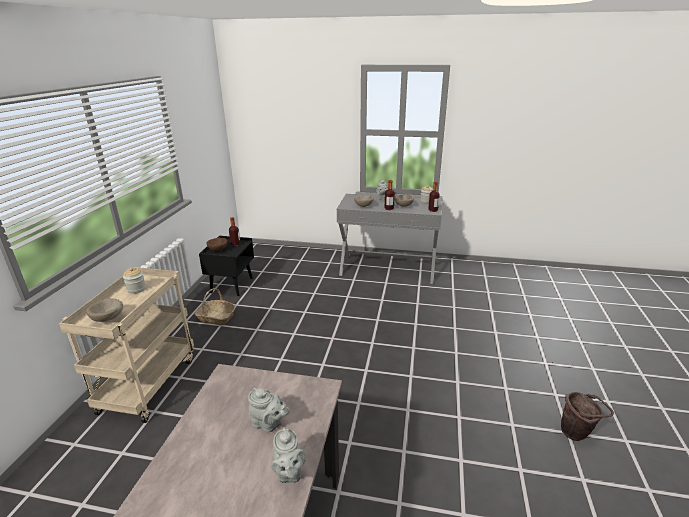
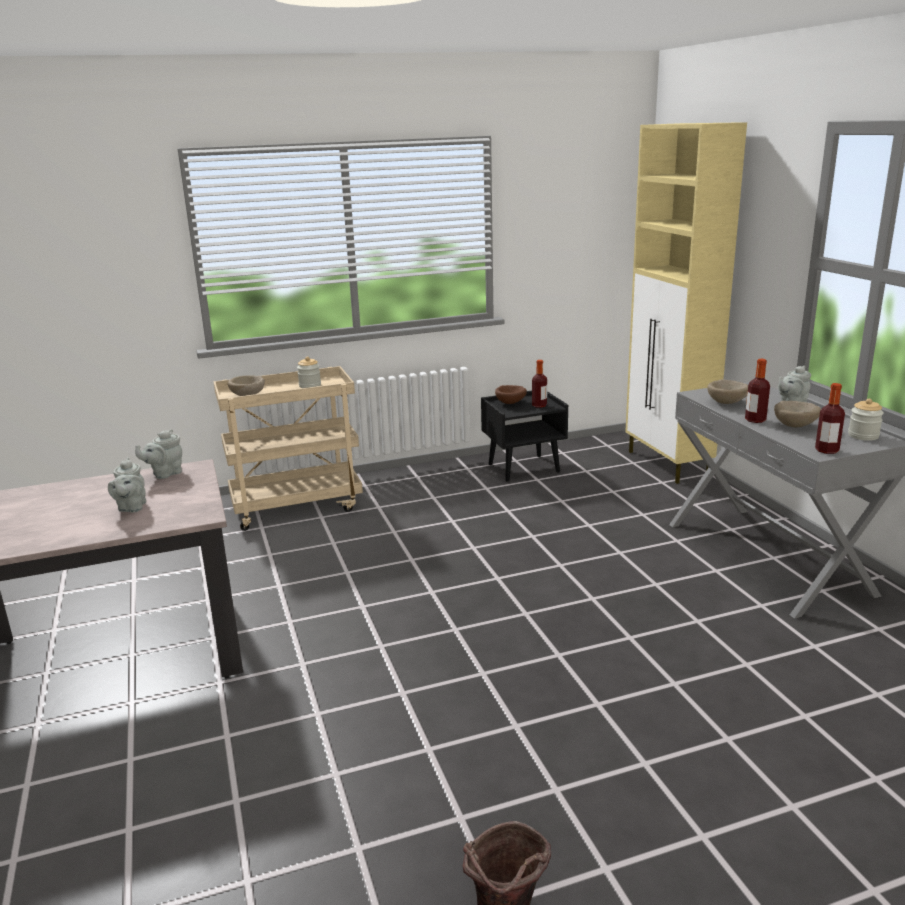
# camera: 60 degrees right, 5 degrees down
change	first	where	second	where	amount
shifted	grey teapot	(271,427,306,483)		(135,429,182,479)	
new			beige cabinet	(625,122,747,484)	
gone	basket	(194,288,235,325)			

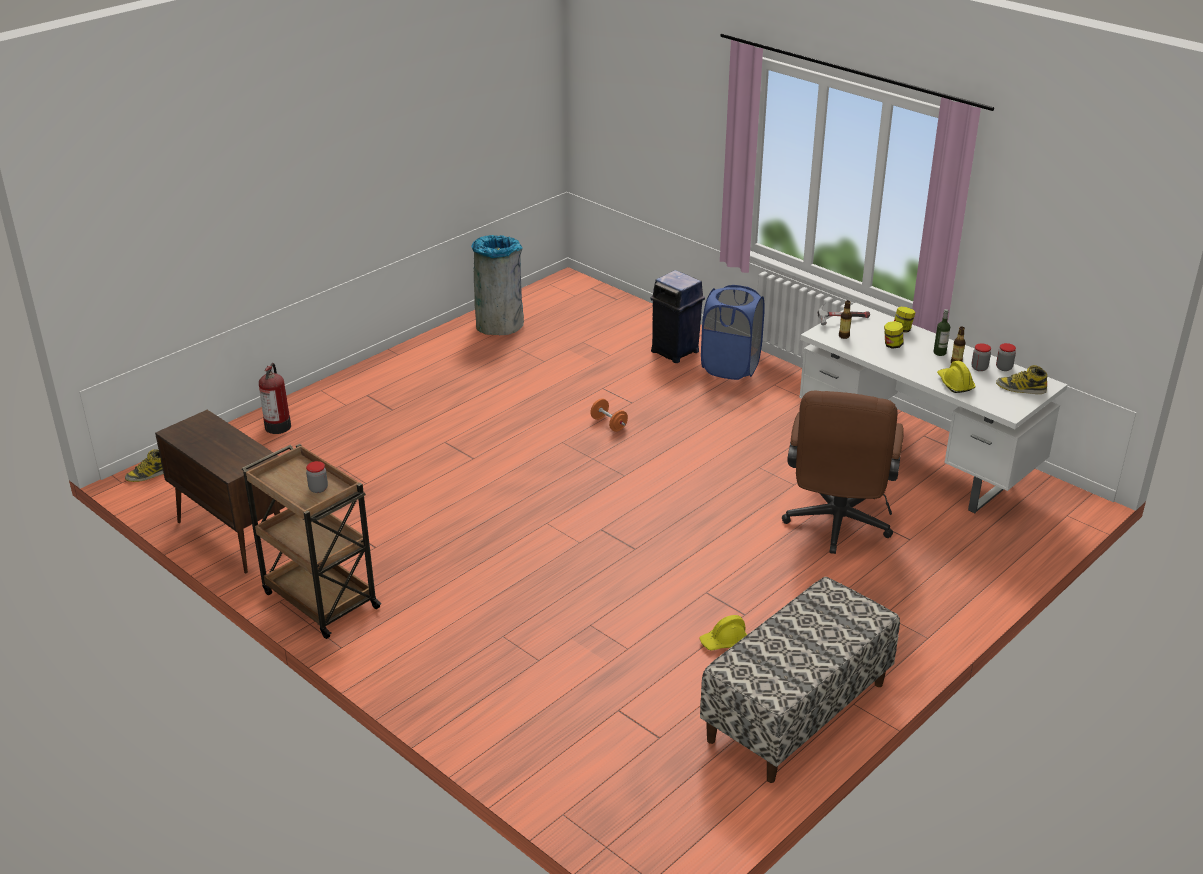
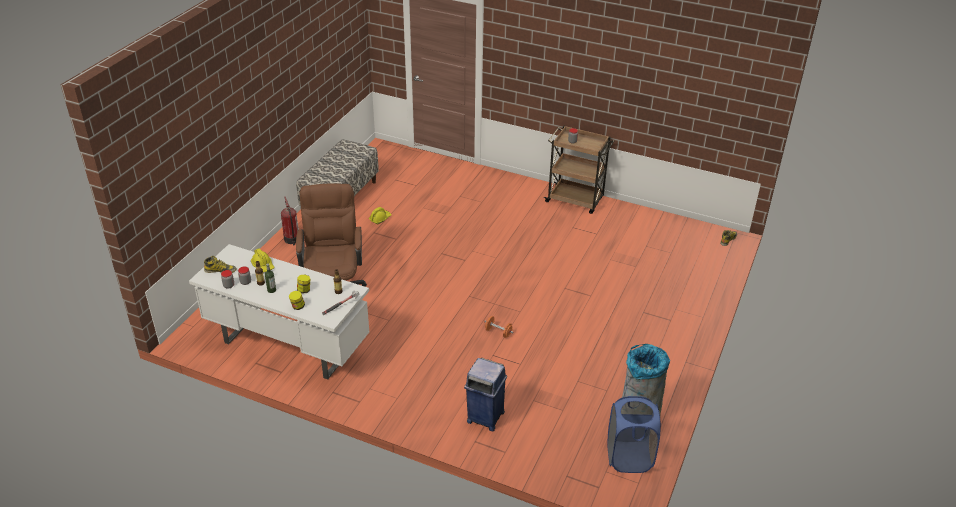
# camera: 160 degrees right, 5 degrees up
change	first	where	second	where	amount
shifted	fire extinguisher	(259,363,291,434)		(281,197,299,245)	
shifted	blue laundry basket	(701,285,765,380)		(607,396,661,473)	
gone	brown cabinet	(155,410,285,573)			

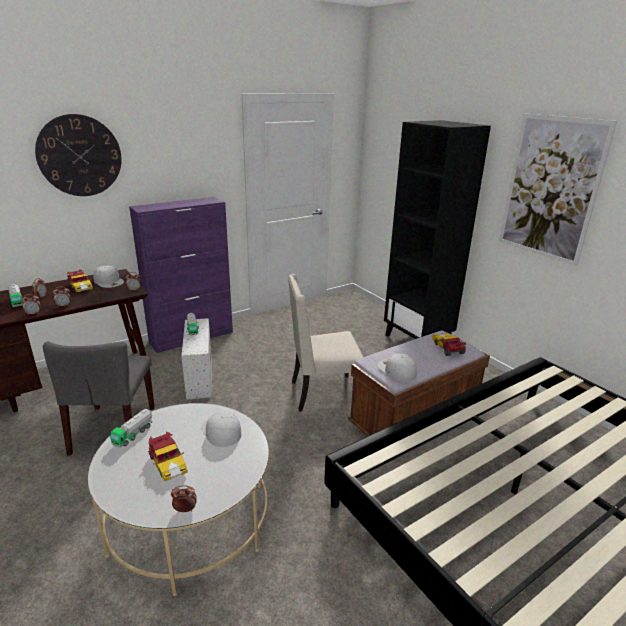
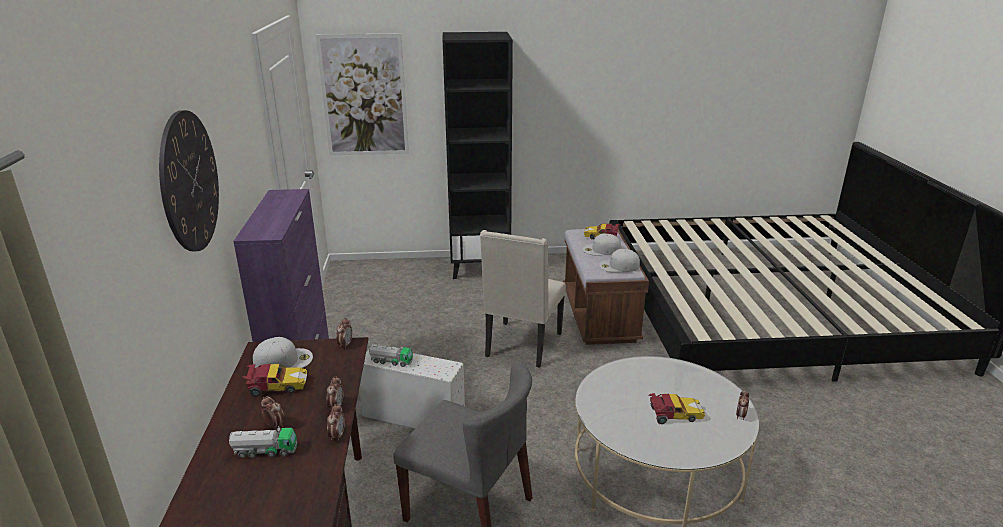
# camera: 60 degrees left, 0 degrees up
change	first	where	second	where	amount
shifted	picture	(499,114,617,266)		(316,34,409,155)	
shifted	white cap	(201,412,241,447)		(583,234,621,255)	
gone	toy truck	(110,409,152,448)			

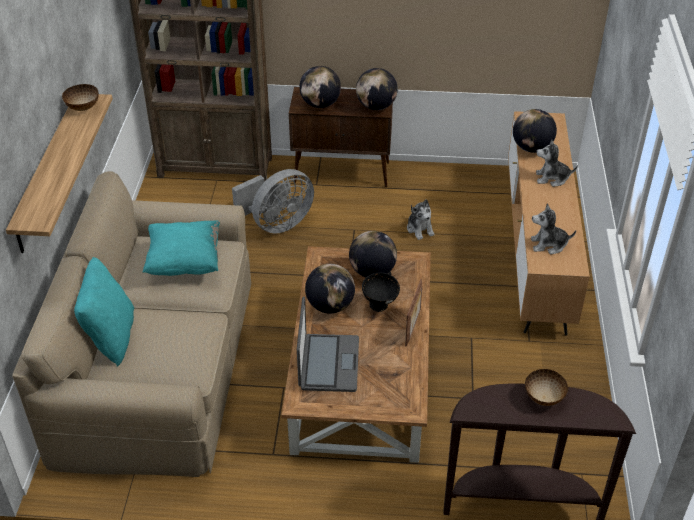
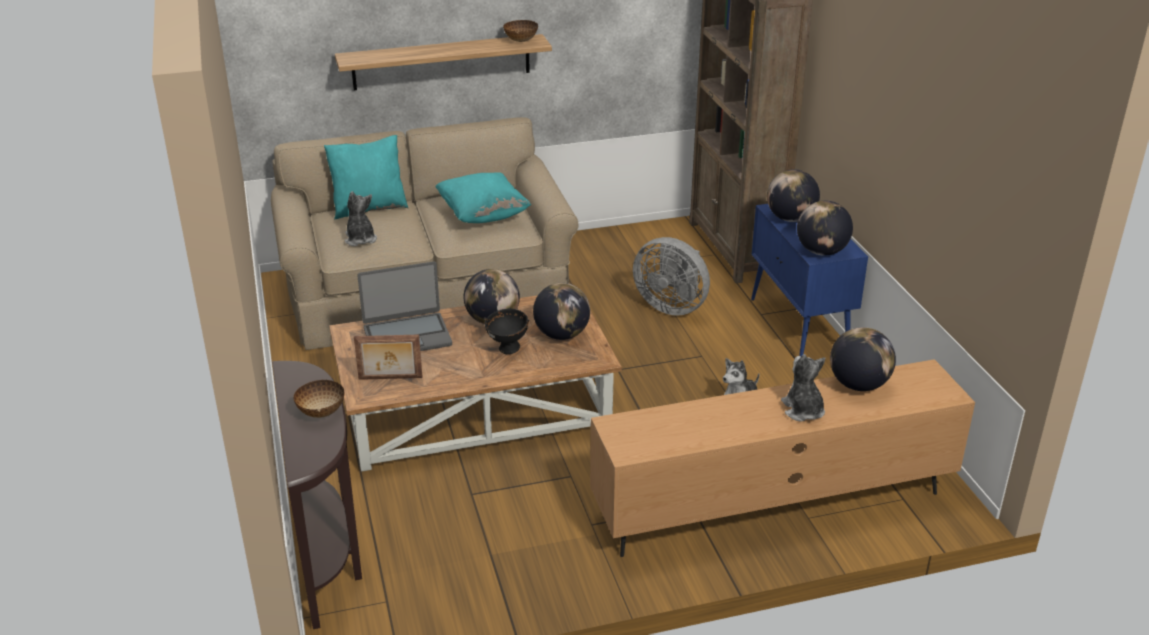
# camera: 70 degrees right, 10 degrees down
change	first	where	second	where	amount
shifted	plush toy	(531,204,576,254)		(345,191,377,246)	
shifted	picture frame	(405,279,422,346)		(354,335,423,380)	
repainted	brown cabinet	(289,87,393,187)	blue cabinet	(751,204,868,356)	

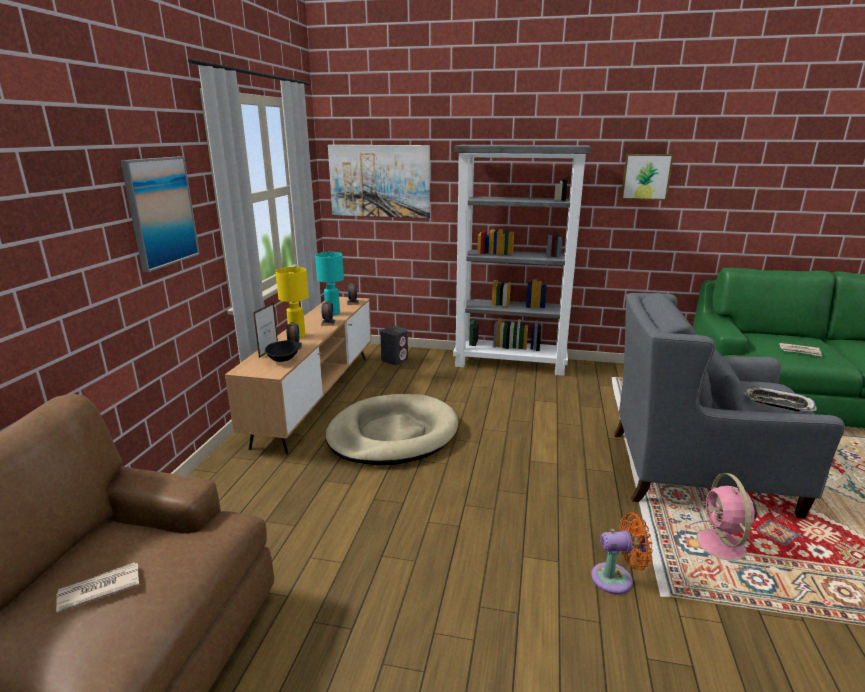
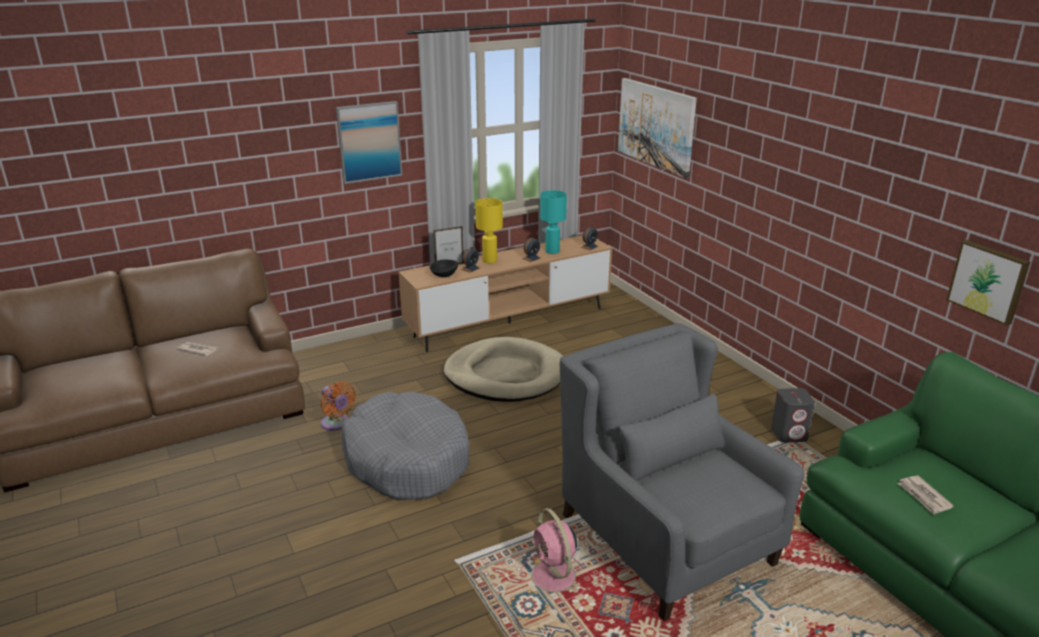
# camera: 50 degrees right, 5 degrees up
change	first	where	second	where	amount
shifted	orange fan	(591,512,653,595)		(321,381,356,431)	
new			grey dog bed	(342,392,469,501)	
rotated	pink fan	(685,473,758,570)		(521,508,586,602)	75 degrees counterclockwise
shifted	grey speaker	(380,326,408,365)		(771,388,815,443)	
shifted	picture	(621,154,674,200)		(946,240,1030,326)	
gone	grey bookcase	(453,145,591,376)			
gone	tray	(744,386,817,412)			

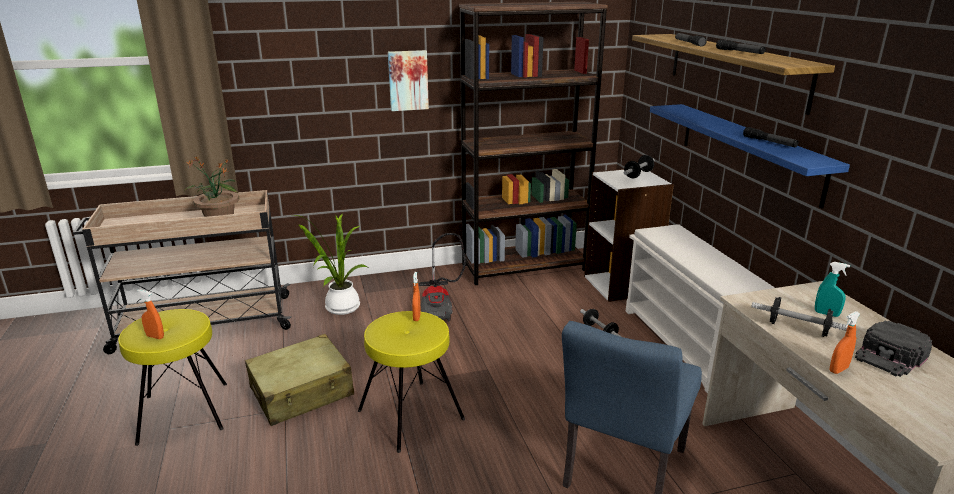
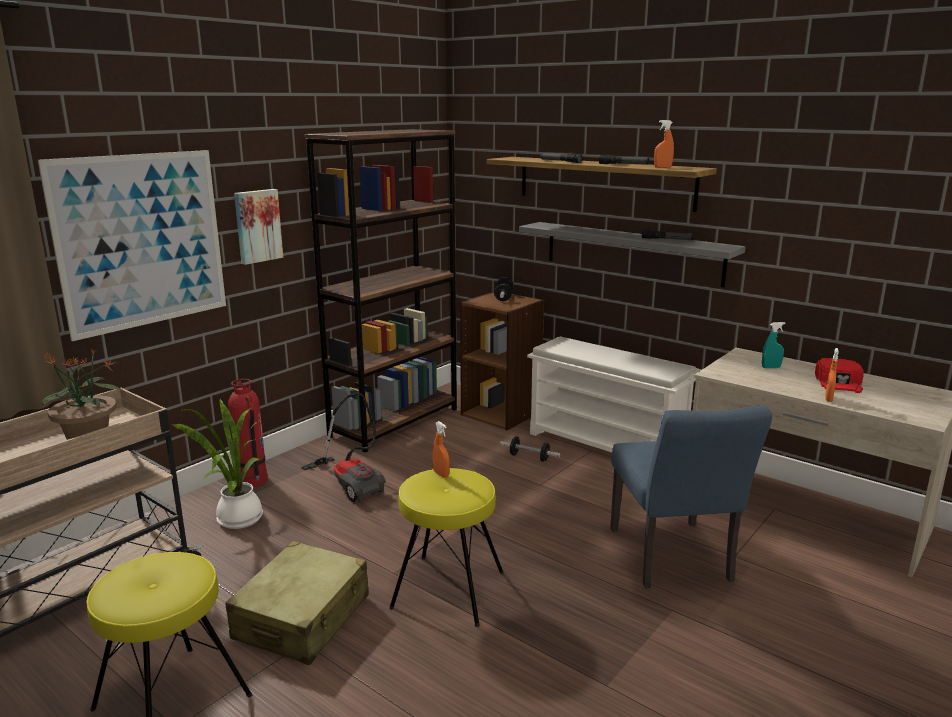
# camera: 35 degrees left, 5 degrees down
change	first	where	second	where	amount
new			picture	(38,150,226,341)	
new			fire extinguisher	(228,379,268,488)	
repainted	white bookcase	(584,169,674,302)	brown bookcase	(460,292,544,430)	
repainted	blue shelf	(650,104,850,209)	grey shelf	(519,222,746,287)	
shifted	orange spray bottle	(137,289,164,339)		(654,120,674,168)	
repainted	black cap	(855,321,932,377)	red cap	(815,358,864,393)	
gone	dumbbell	(751,297,847,337)			

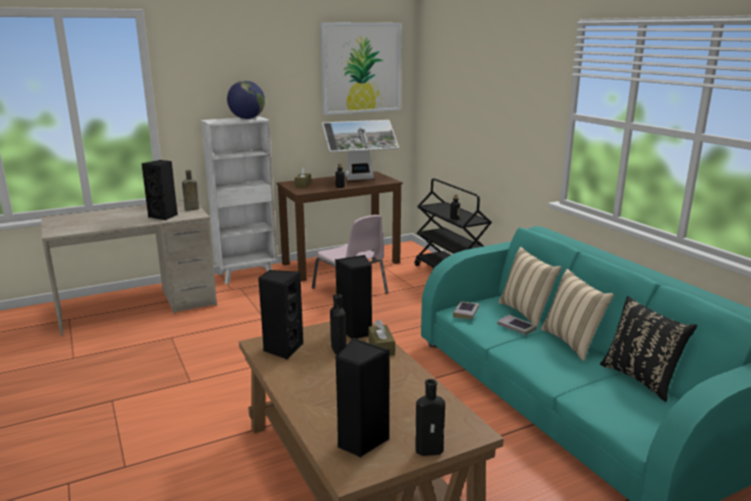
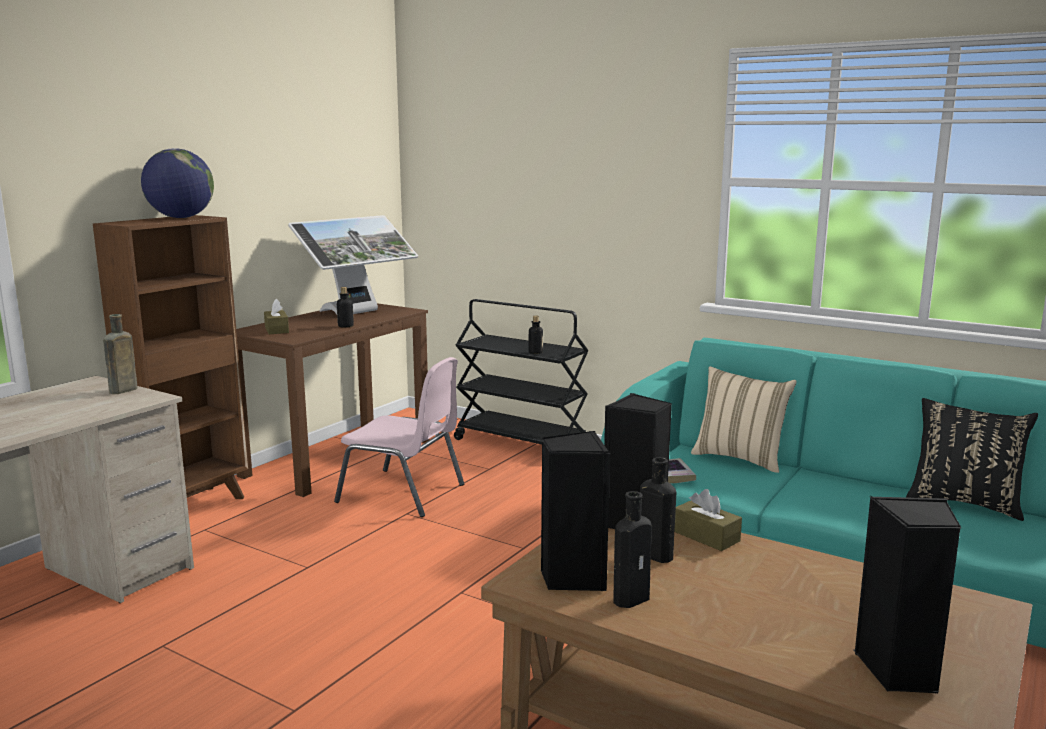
# camera: 30 degrees left, 5 degrees down
change	first	where	second	where	amount
repainted	white bookcase	(201,116,277,284)	brown bookcase	(93,215,248,499)	
shifted	black bottle	(415,379,445,456)		(614,491,651,608)	
gone	black speaker	(142,160,178,220)			
gone	picture	(321,22,402,115)			
gone	book	(497,314,537,335)			
gone	beige pillow	(541,269,614,361)			

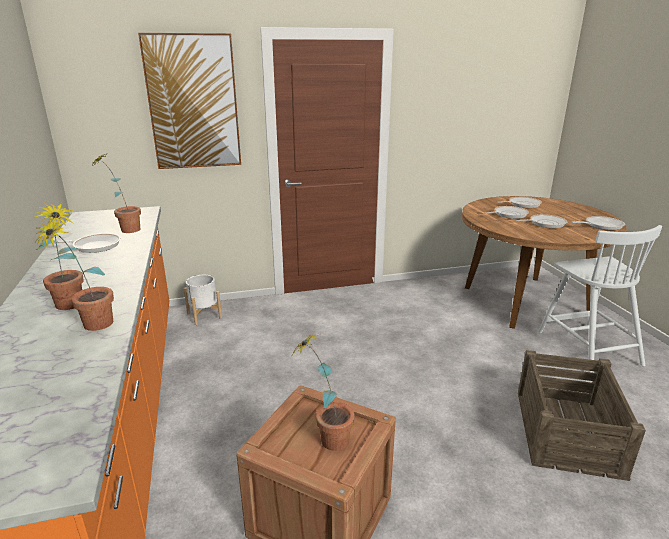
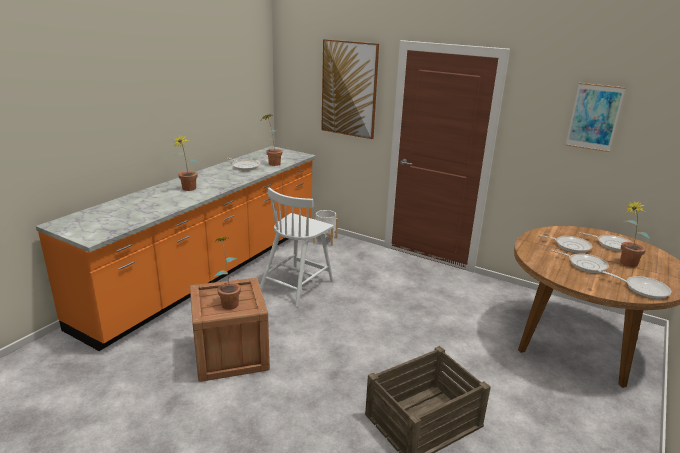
# camera: 45 degrees right, 0 degrees up
change	first	where	second	where	amount
shifted	white chair	(538,225,662,373)		(260,187,334,307)	
new			picture	(565,83,626,152)	
shifted	potted plant	(35,215,114,331)		(620,200,650,267)	

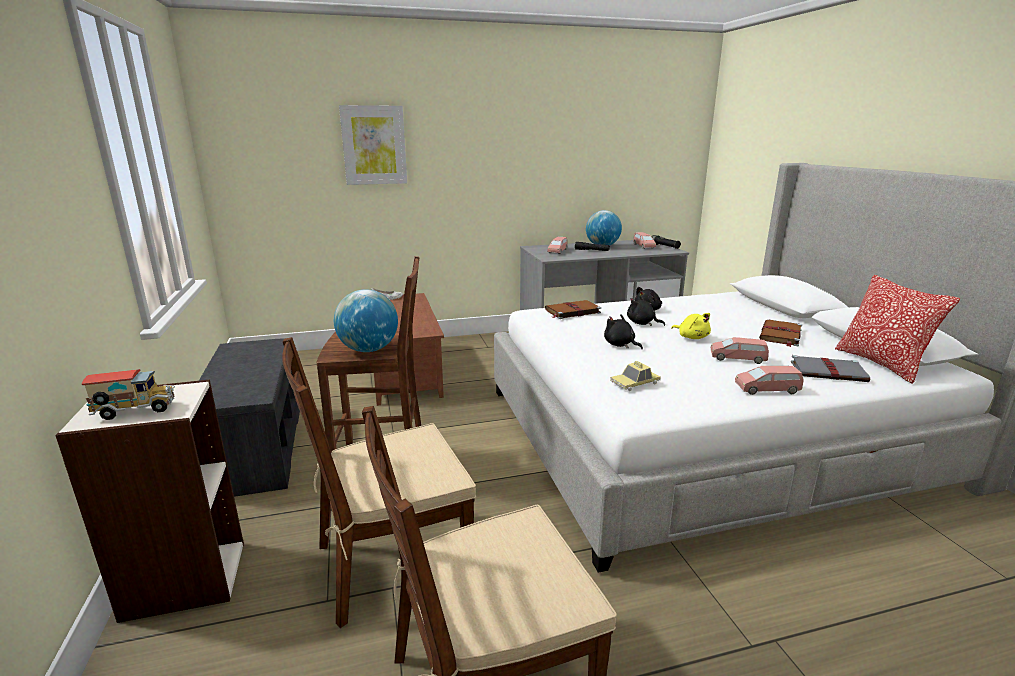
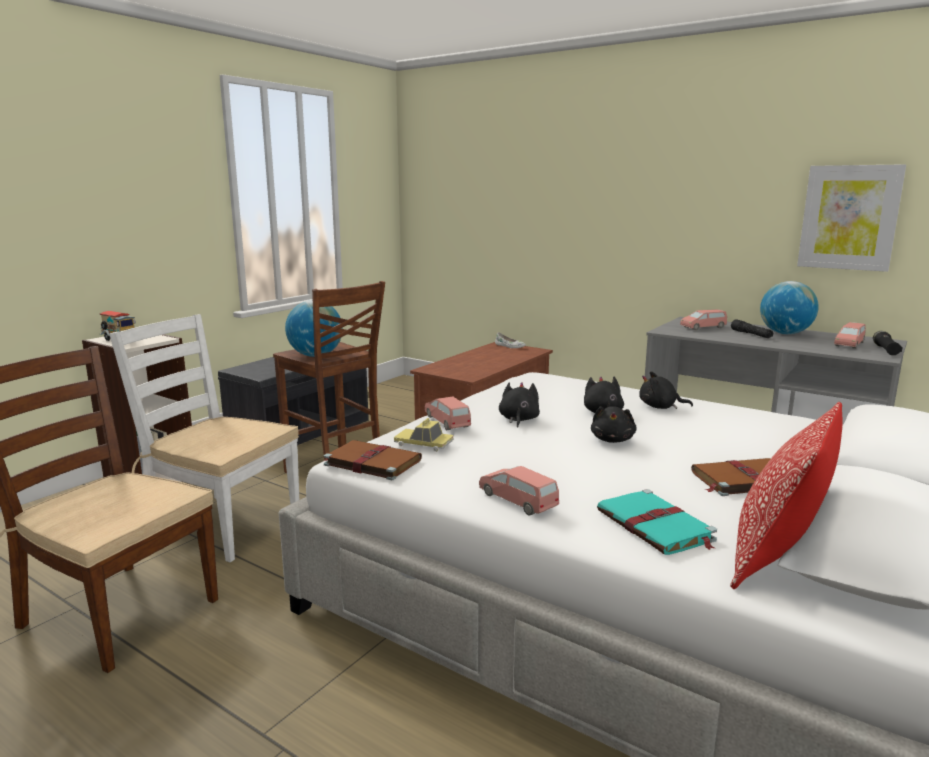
# camera: 50 degrees right, 5 degrees down
change	first	where	second	where	amount
repainted	brown chair	(282,337,476,628)	white chair	(109,314,299,562)	
shifted	brown book	(545,300,601,319)		(324,440,422,481)	
shifted	pink toy car	(711,337,769,364)		(425,397,471,430)	
repainted	yellow plush toy	(671,313,711,339)	black plush toy	(591,406,636,443)	
repainted	grey book	(791,355,870,382)	turquoise book	(597,489,717,555)	
shifted	picture	(339,105,407,185)		(797,164,906,272)	

